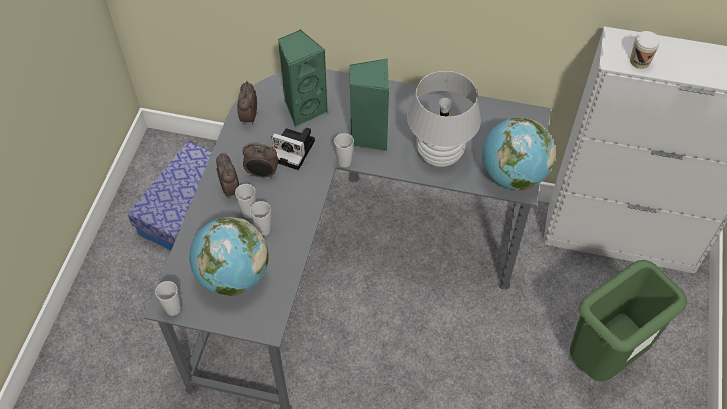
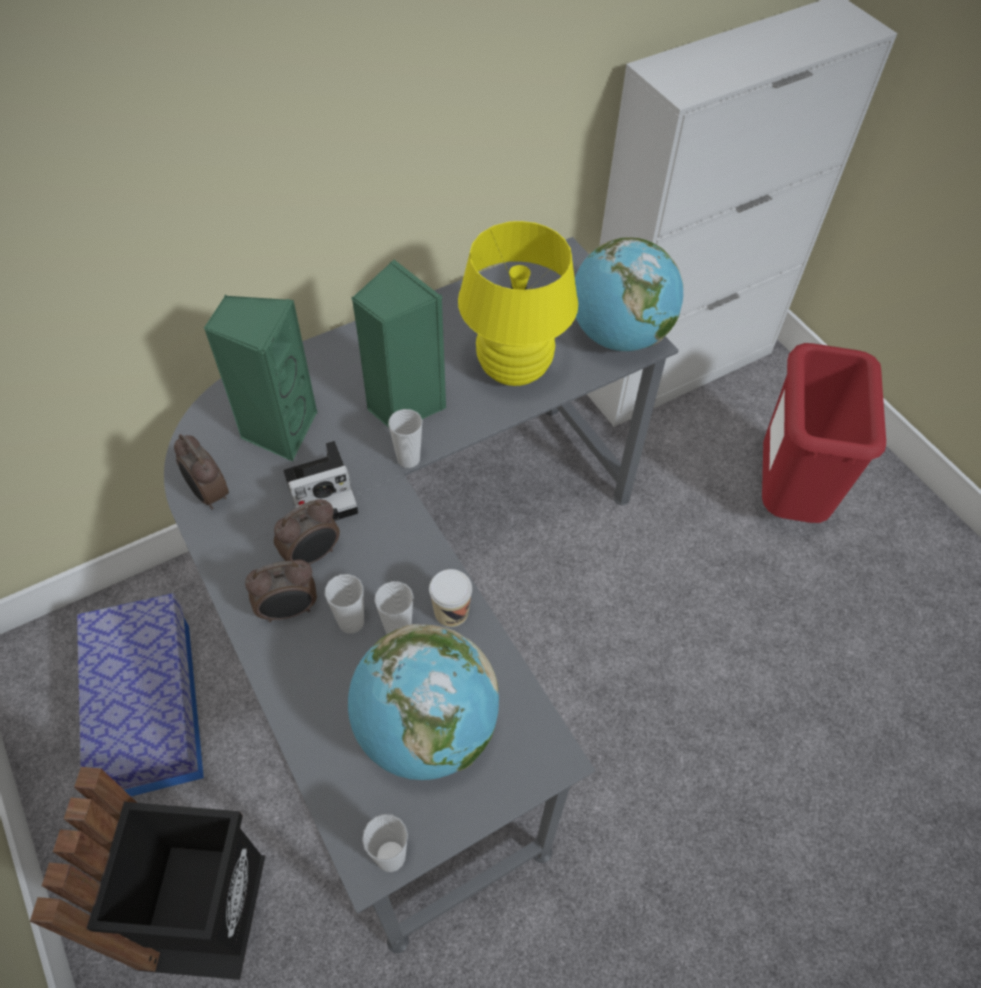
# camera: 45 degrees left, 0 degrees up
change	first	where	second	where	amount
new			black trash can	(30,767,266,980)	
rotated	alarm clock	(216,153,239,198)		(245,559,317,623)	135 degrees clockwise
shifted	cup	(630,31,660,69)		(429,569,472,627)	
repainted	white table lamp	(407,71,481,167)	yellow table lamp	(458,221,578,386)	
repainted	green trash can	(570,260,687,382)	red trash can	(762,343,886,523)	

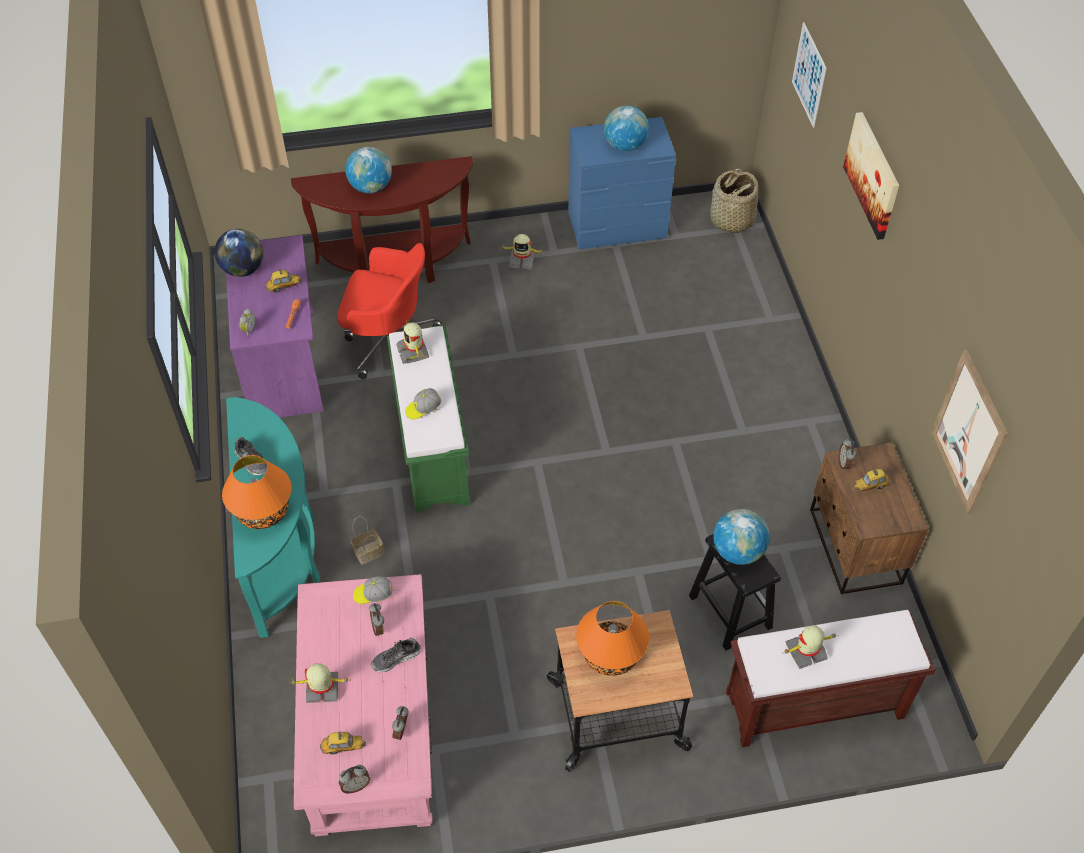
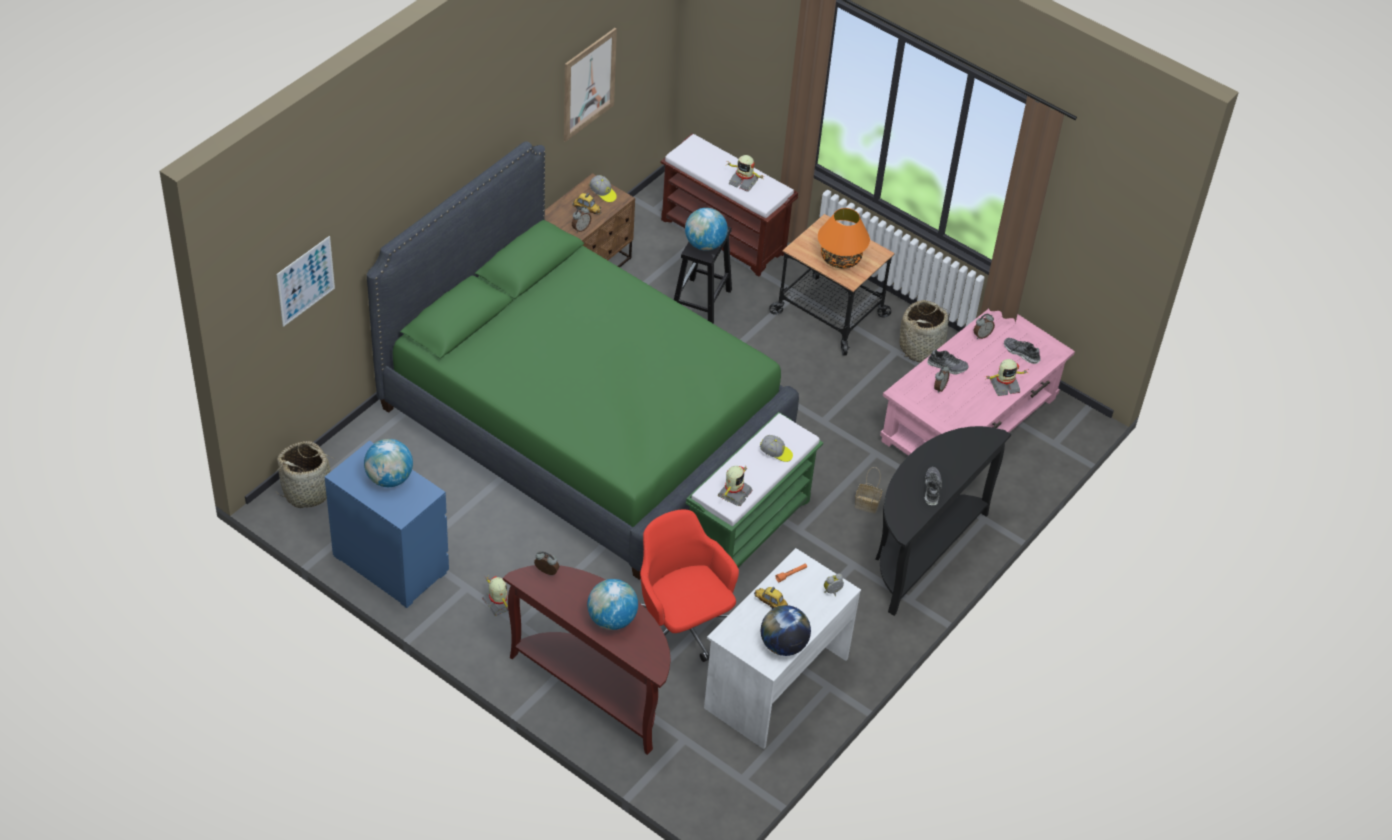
# camera: 135 degrees left, 5 degrees down
change	first	where	second	where	amount
new			green bed	(367,141,799,580)	
shifted	alarm clock	(339,765,370,794)		(534,551,559,575)	
shifted	cap	(353,576,393,604)		(589,175,617,202)	
repainted	purple desk	(226,235,324,418)	white desk	(704,548,861,749)	
repainted	turquoise console table	(226,397,320,638)	black console table	(875,426,1011,616)	
new			basket	(899,300,950,363)	
rotated	toy robot	(288,663,350,703)		(985,359,1027,396)	60 degrees counterclockwise
swapped	toy car	(320,731,366,754)	shoe	(1004,338,1040,364)	
gone	orange table lamp	(222,455,291,529)			
gone	picture	(843,112,899,240)			

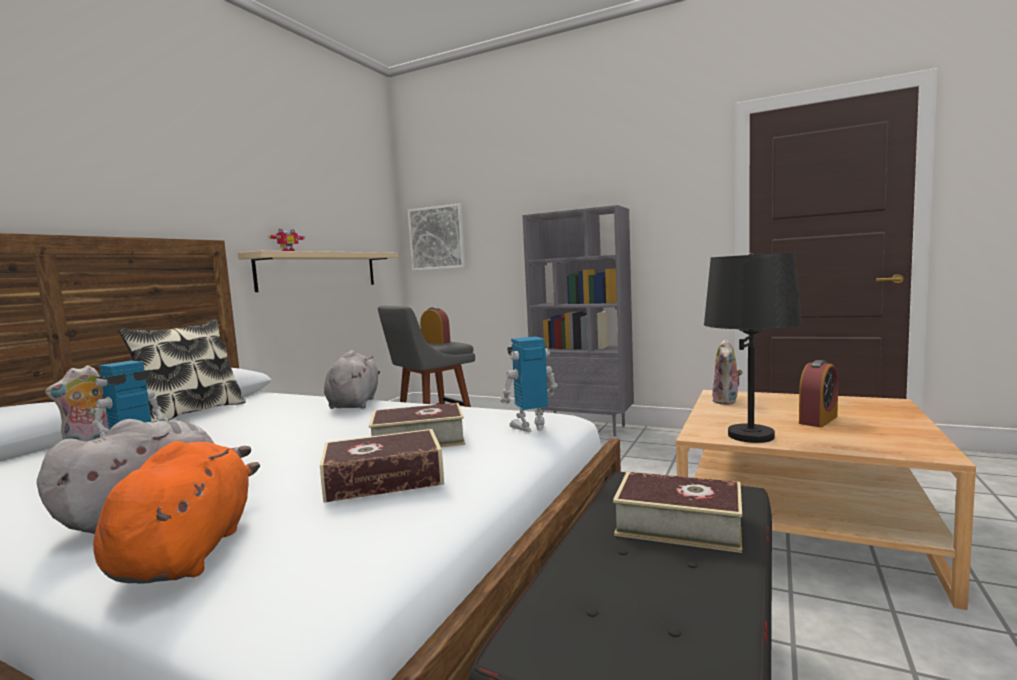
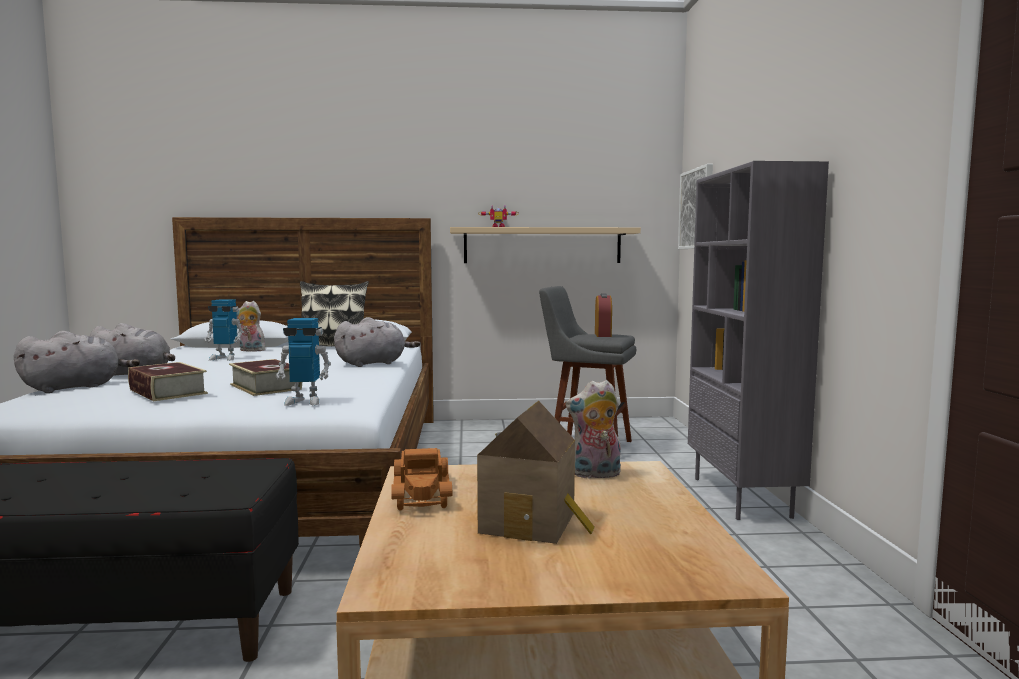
# camera: 60 degrees right, 0 degrees up
change	first	where	second	where	amount
repainted	orange plush toy	(93,441,260,584)	grey plush toy	(14,331,140,393)	
rotated	toy robot	(500,336,558,432)		(276,318,331,406)	135 degrees clockwise
swapped	black table lamp	(704,252,802,443)	toy truck	(391,448,452,511)	
swapped	alarm clock	(799,360,838,427)	toy house	(477,401,595,544)	
gone	book	(613,472,742,553)			

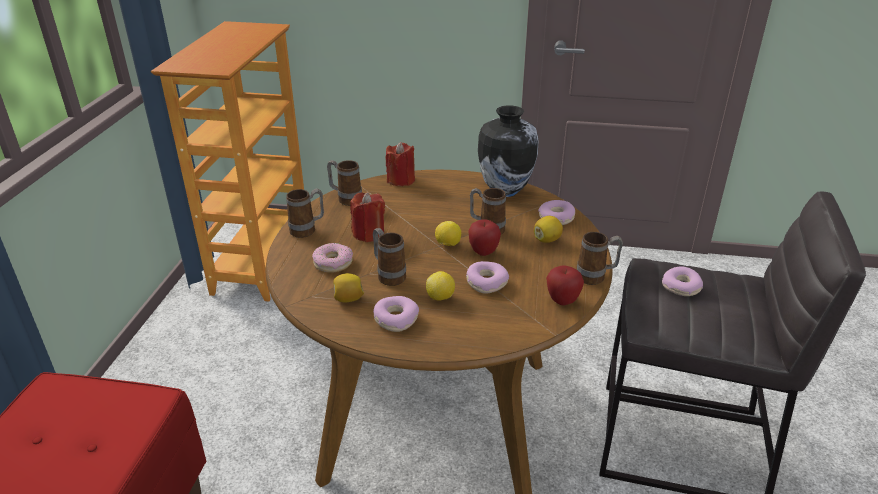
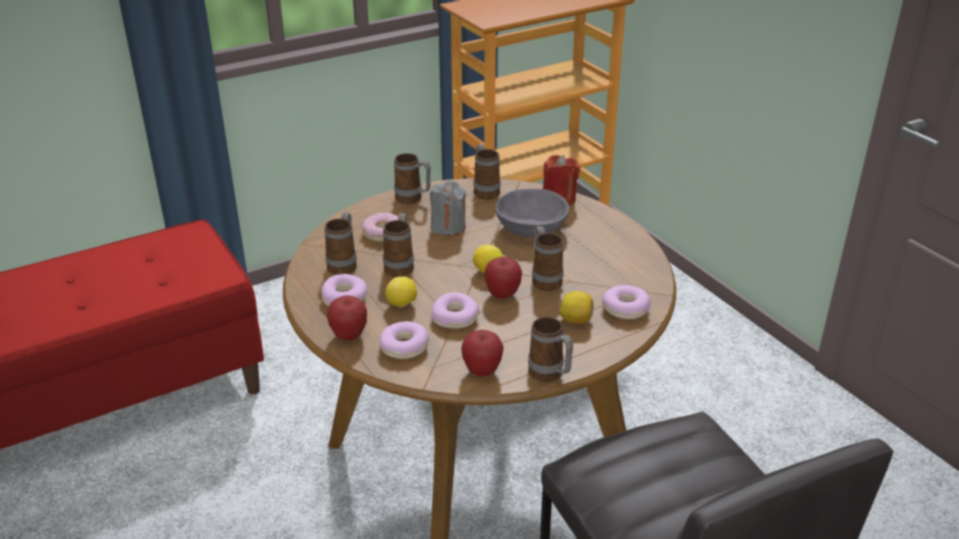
# camera: 50 degrees right, 0 degrees up
change	first	where	second	where	amount
swapped	lemon	(333,273,364,302)	mug	(324,212,357,275)	
new			apple	(327,295,367,340)	
shifted	donut	(662,266,703,296)		(379,321,429,359)	
repainted	red candle	(350,192,385,242)	grey candle	(430,180,466,236)	
new			grey bowl	(496,188,569,237)	
gone	vase	(478,105,539,197)			

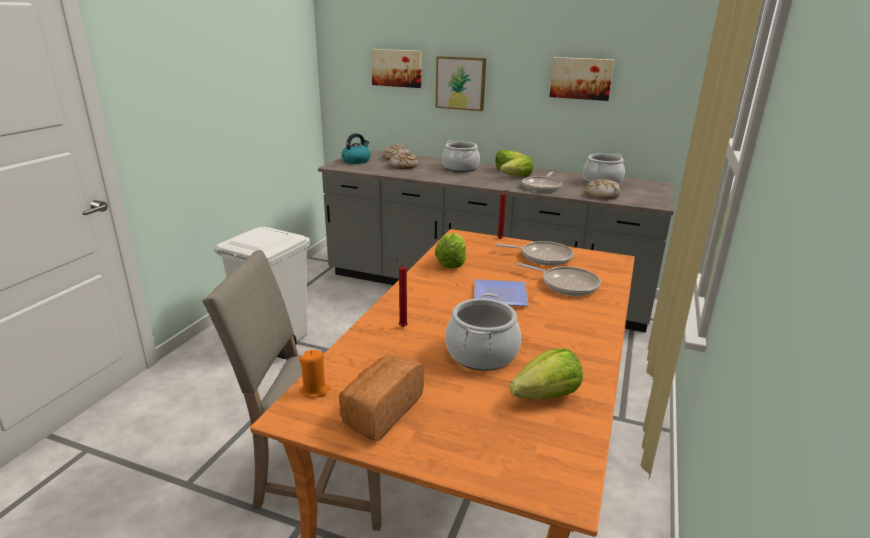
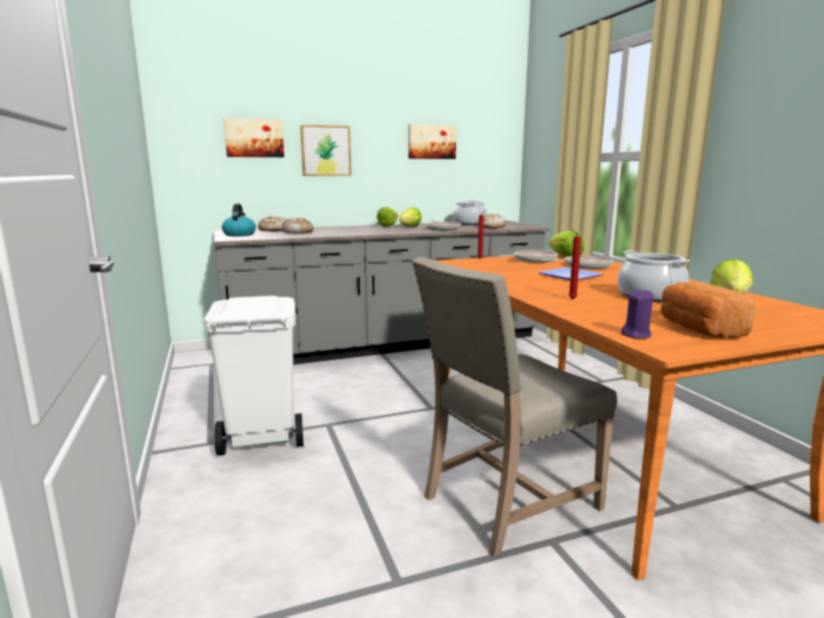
# camera: 40 degrees left, 10 degrees down
change	first	where	second	where	amount
shifted	lettuce	(434,233,466,269)		(548,231,584,257)	
repainted	orange candle	(299,350,331,398)	purple candle	(621,289,654,338)	
gone	cooking pot	(442,140,480,172)			

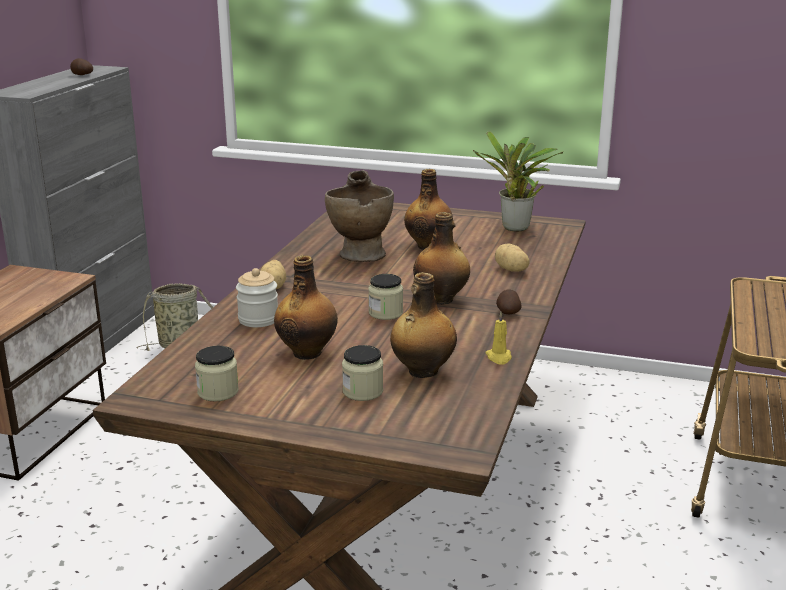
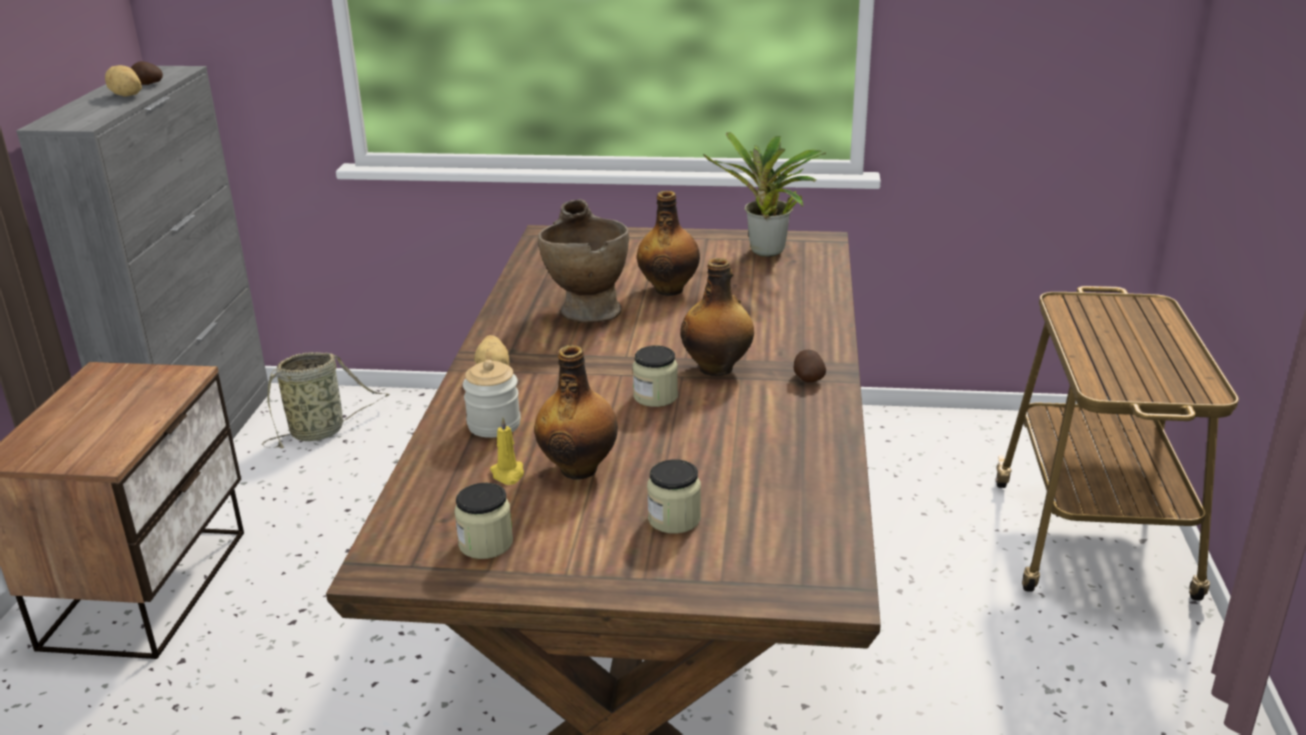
# camera: 10 degrees left, 5 degrees up
change	first	where	second	where	amount
shifted	potato	(495,243,530,272)		(105,65,142,97)	
shifted	yellow candle	(485,312,512,365)		(490,417,524,485)	
gone	bottle	(390,272,457,378)			

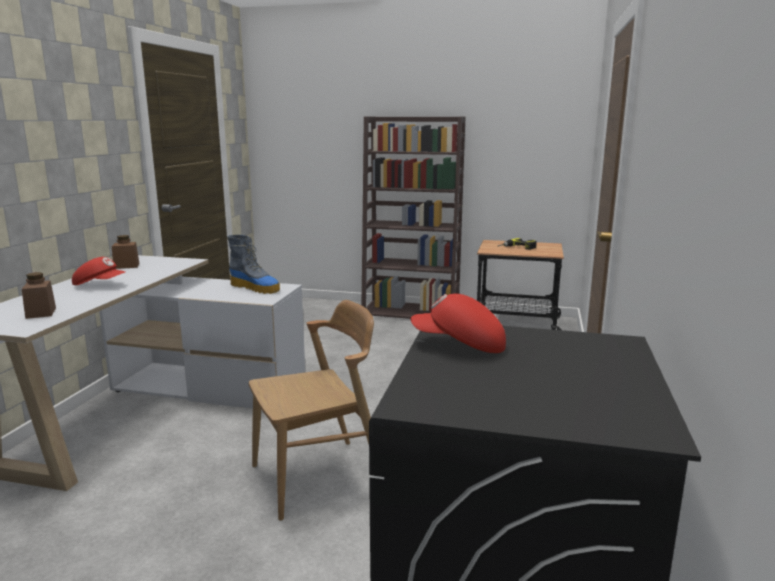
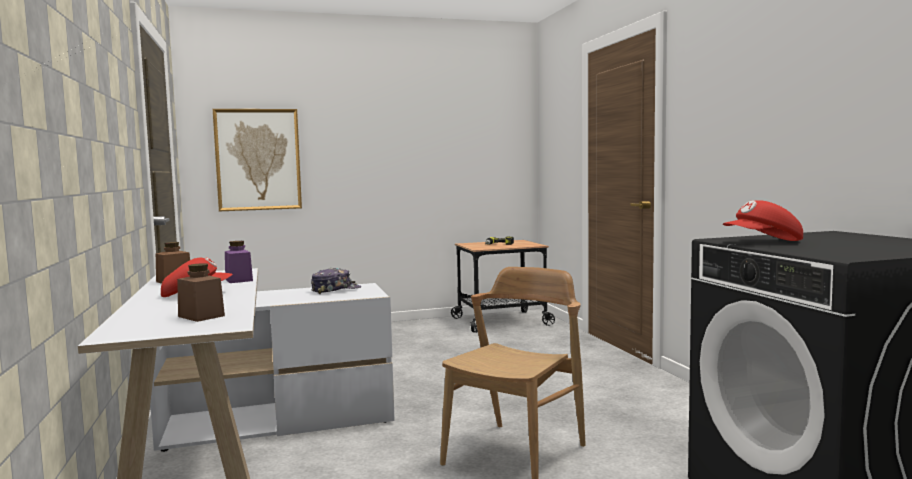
# camera: 30 degrees left, 10 degrees down
change	first	where	second	where	amount
new			picture	(213,109,302,211)	
new			purple jar	(225,241,253,283)	
swapped	boot	(227,235,280,294)	cap	(311,268,361,294)	
gone	brown bookcase	(361,117,466,319)			

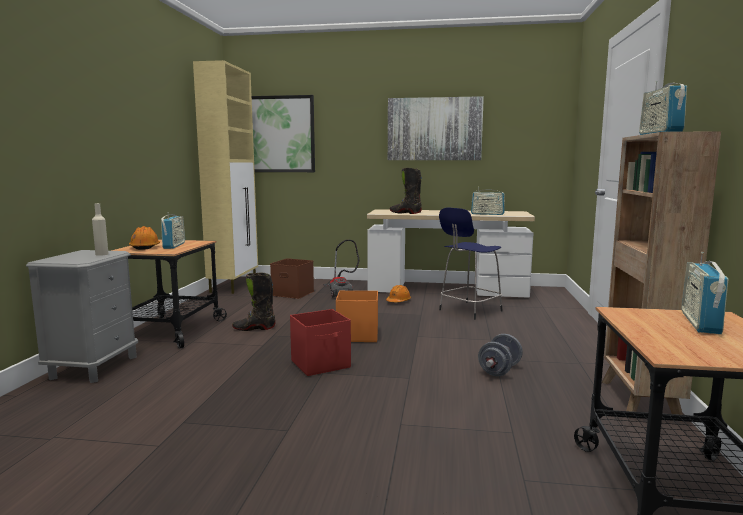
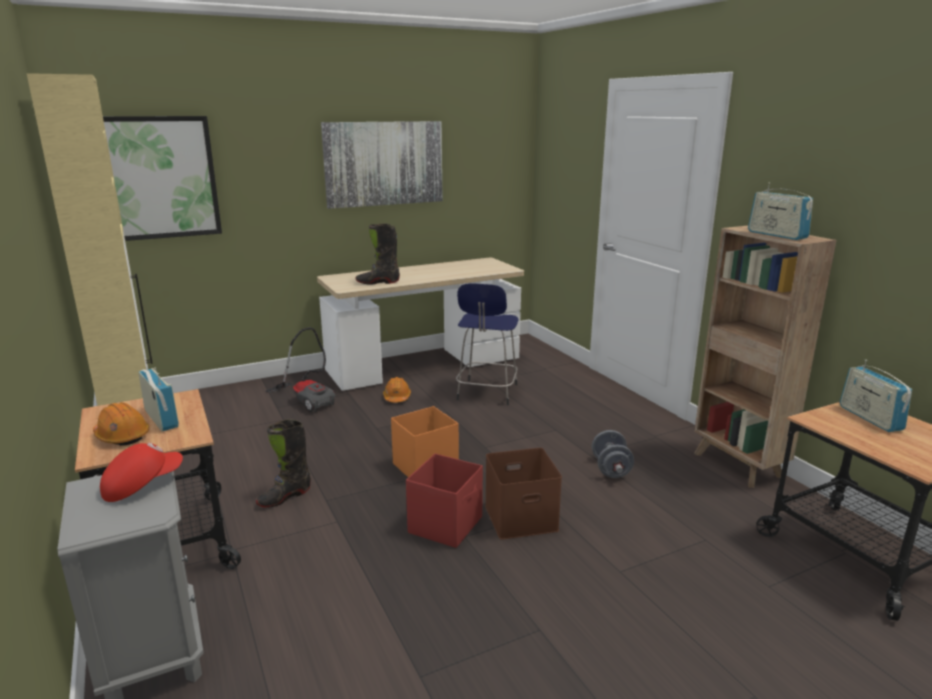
# camera: 35 degrees left, 10 degrees up
change	first	where	second	where	amount
swapped	beige bottle	(92,203,109,256)	red cap	(100,443,183,502)	
shifted	brown storage box	(270,258,314,299)		(485,448,562,540)	
gone	radio	(471,189,505,215)			

